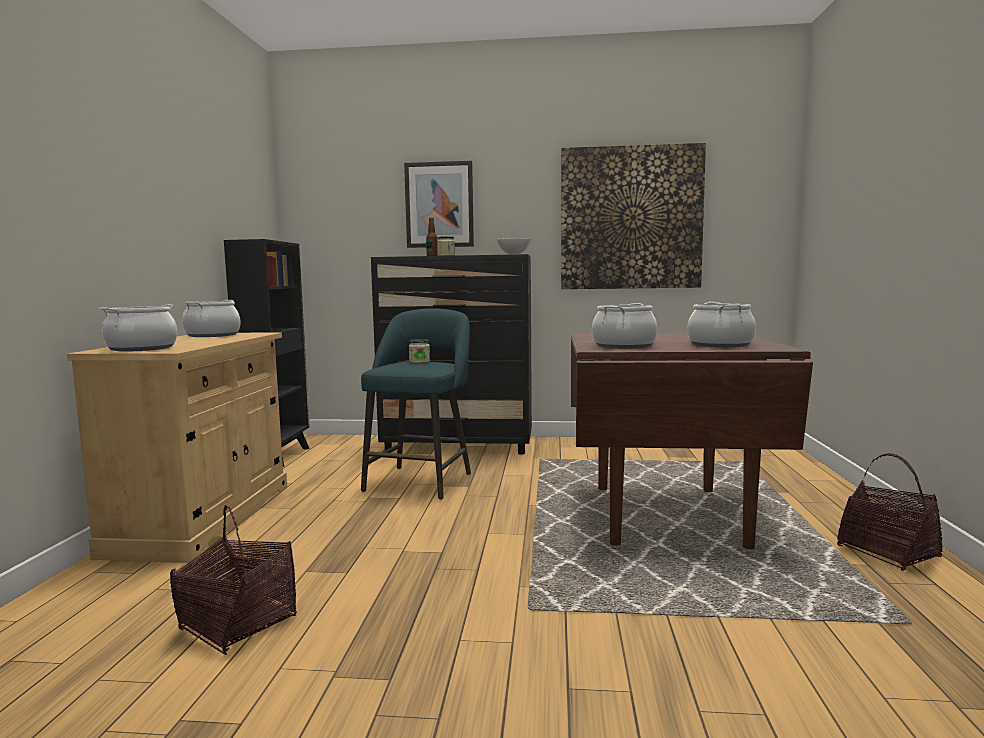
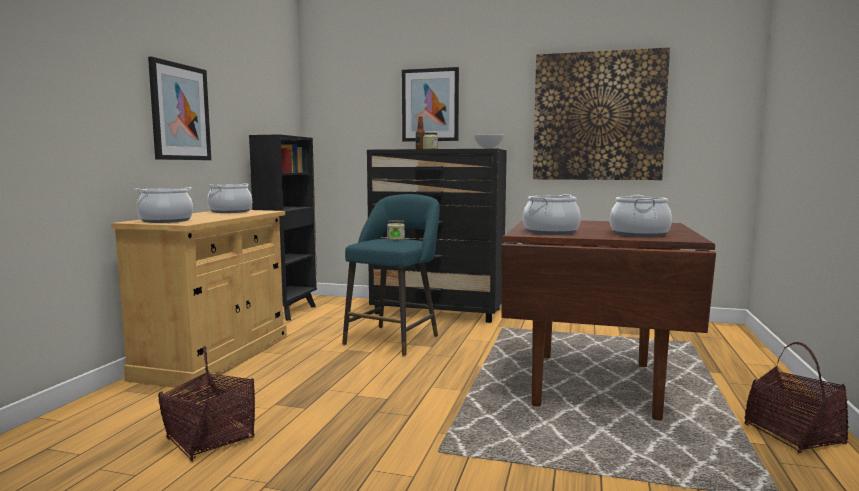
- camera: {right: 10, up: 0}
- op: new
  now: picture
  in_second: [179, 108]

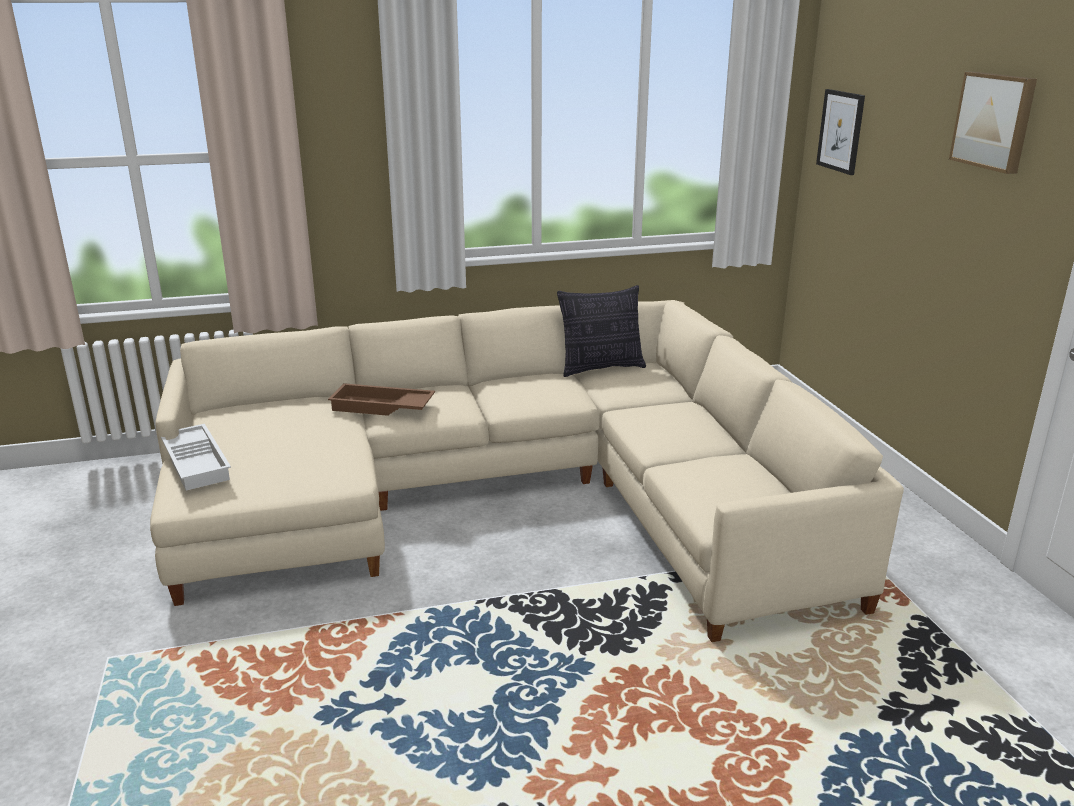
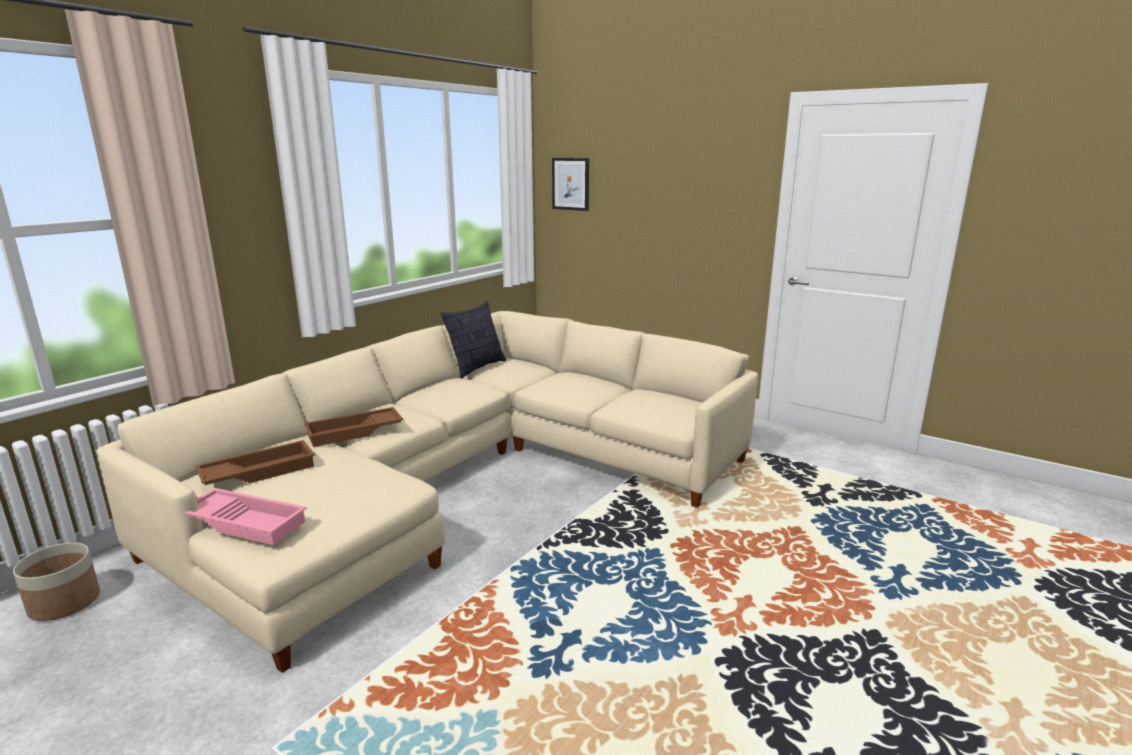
- camera: {right: -40, up: -5}
- op: gone
  was: picture
  in_first: [993, 123]
- op: repainted
  was: tray (white)
  now: tray (pink)
  in_first: [196, 457]
  in_second: [245, 516]
- op: new
  now: tray (brown)
  in_second: [255, 462]
- op: new
  now: planter
  in_second: [56, 581]

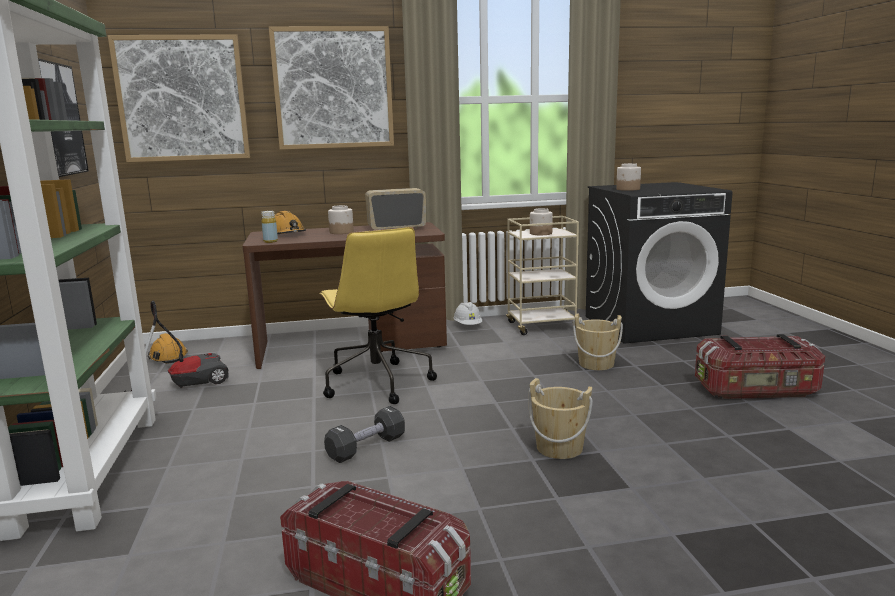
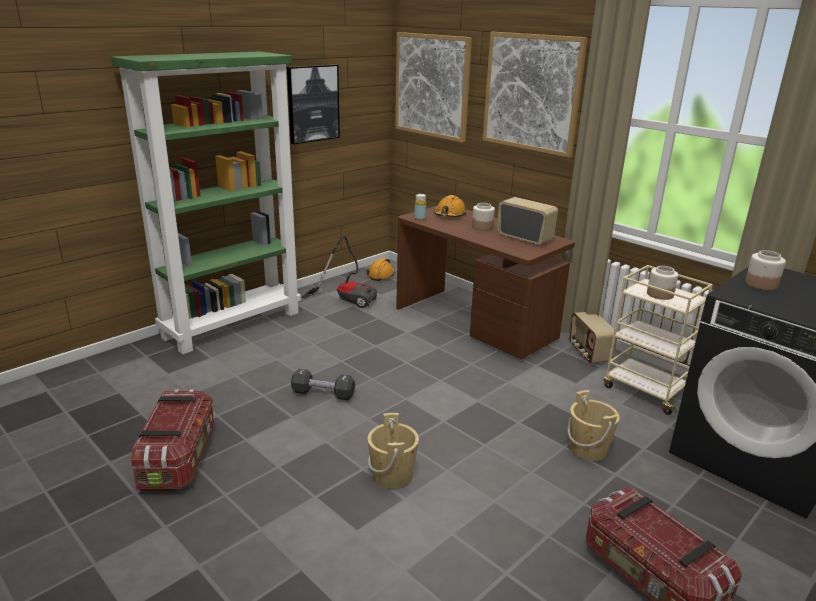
- camera: {right: 55, up: 10}
- op: gone
  was: office chair (yellow)
  in_first: [378, 315]
- op: swapped
  was: hard hat (white)
  now: radio
  in_first: [468, 313]
  in_second: [593, 337]

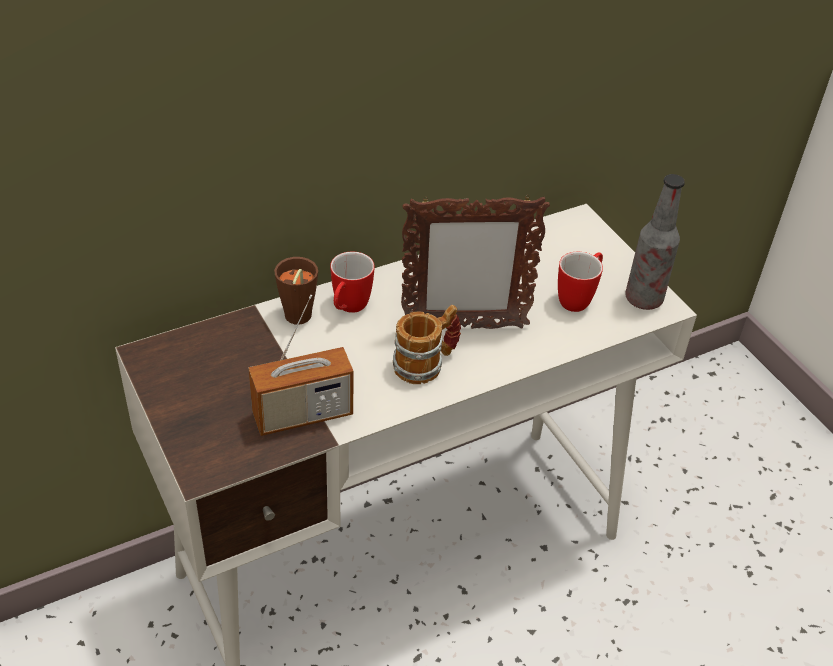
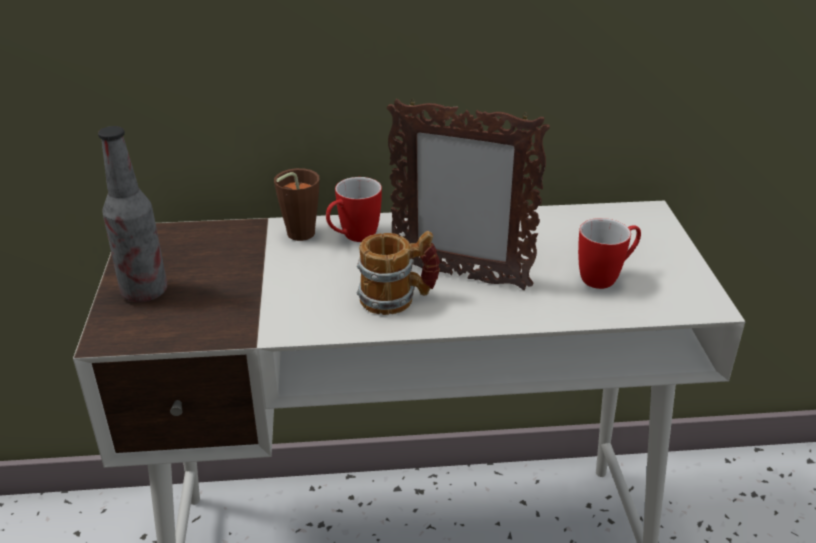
- camera: {right: 25, up: -10}
- op: shifted
  was: bottle
  in_first: [655, 242]
  in_second: [133, 214]
- op: gone
  was: radio
  in_first: [300, 365]

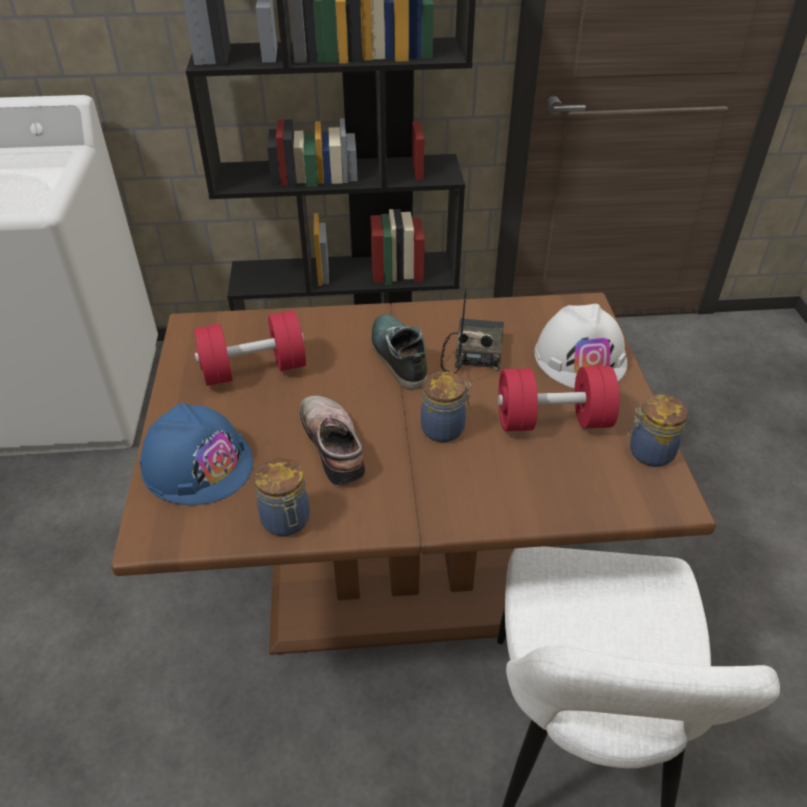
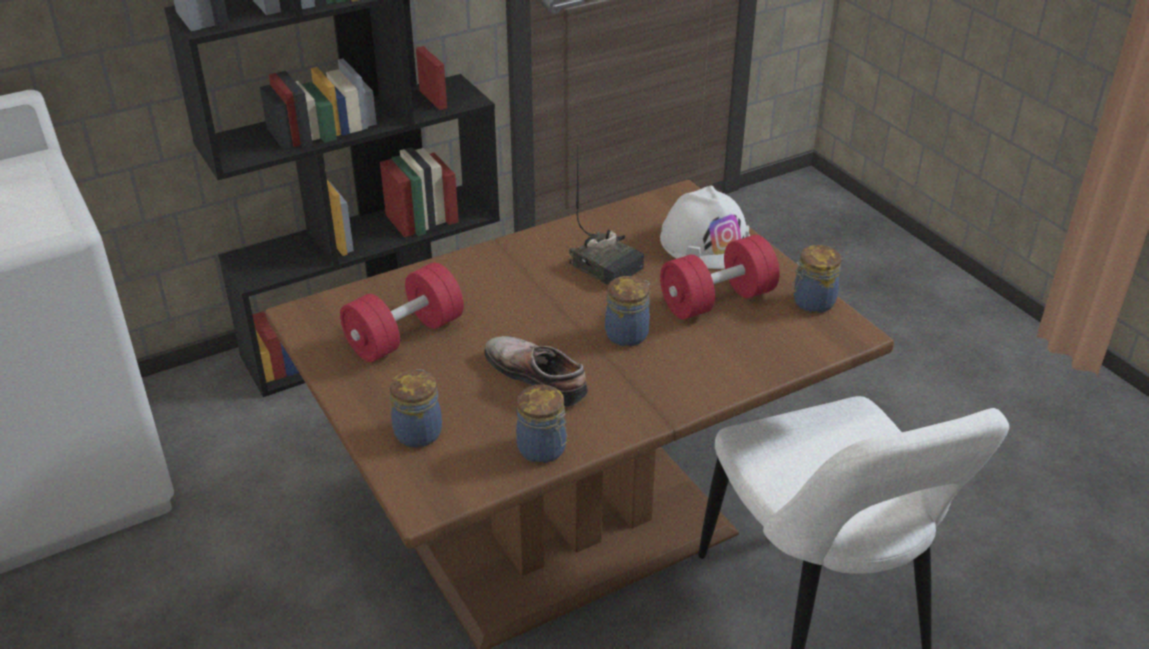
- camera: {right: -25, up: -5}
- op: rotated
  was: radio
  in_first: [472, 331]
  in_second: [606, 215]
  clockwise: 150
- op: gone
  was: shoe
  in_first: [399, 352]
- op: swapped
  was: hard hat (blue)
  now: jar
  in_first: [196, 454]
  in_second: [416, 408]

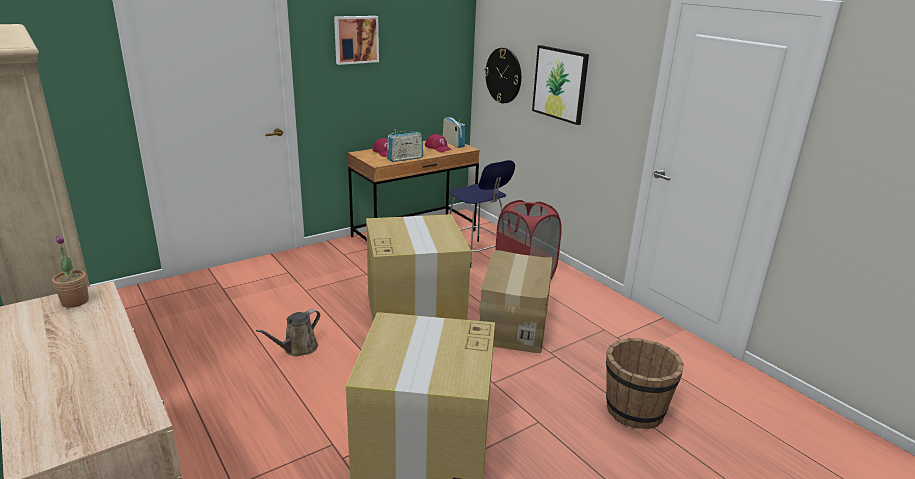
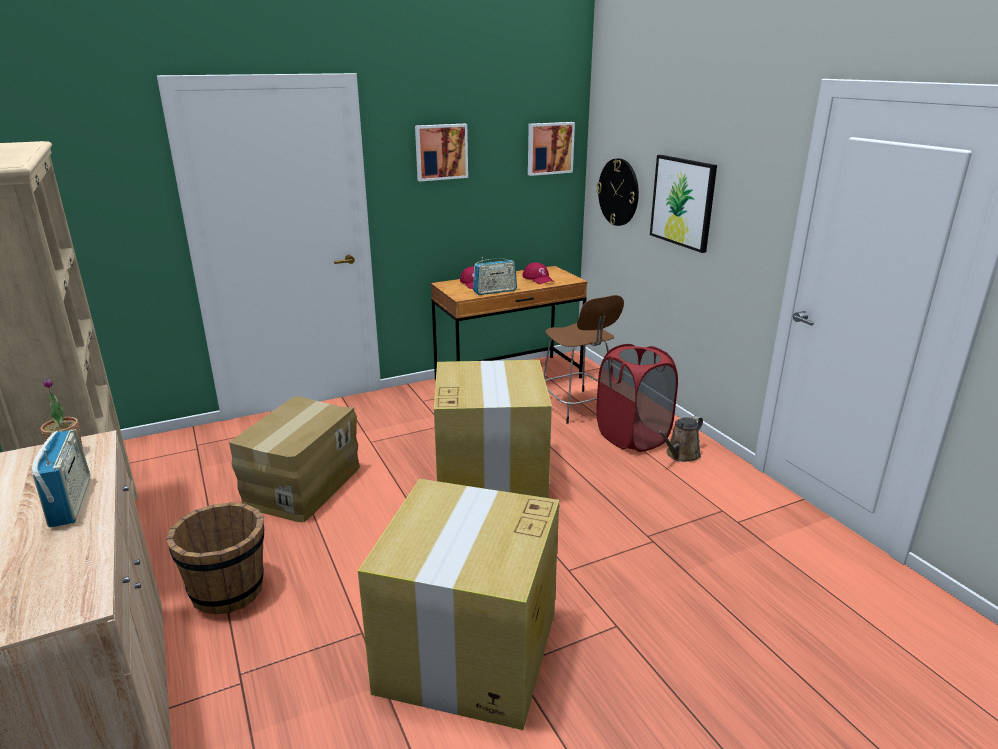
- camera: {right: 10, up: 0}
- op: shifted
  was: radio
  in_first: [454, 132]
  in_second: [61, 478]
- op: repainted
  was: stool (blue)
  now: stool (brown)
  in_first: [482, 214]
  in_second: [584, 359]
- op: shifted
  was: cardboard box
  in_first: [515, 301]
  in_second: [294, 459]
- op: shifted
  was: watering can (brown)
  in_first: [288, 332]
  in_second: [680, 439]
- op: shifted
  was: bucket (brown)
  in_first: [645, 383]
  in_second: [215, 558]
- op: new
  now: picture
  in_second: [551, 149]

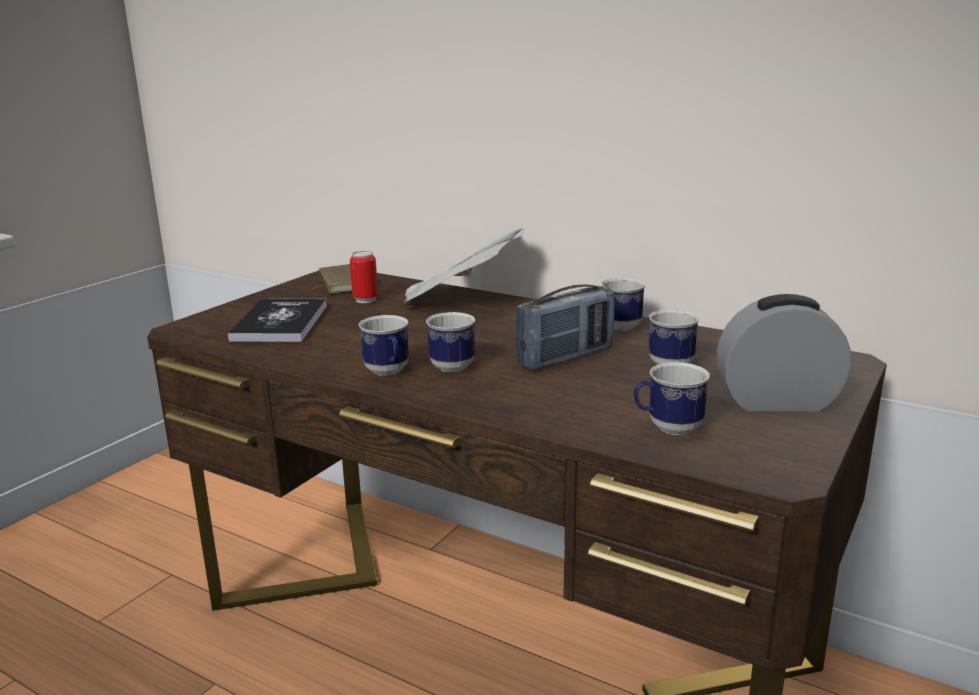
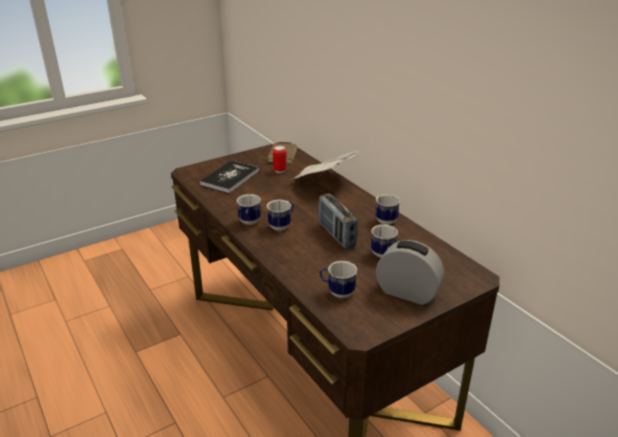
- camera: {right: 25, up: 10}
- op: rotated
  was: radio
  in_first: [564, 327]
  in_second: [338, 221]
  clockwise: 75

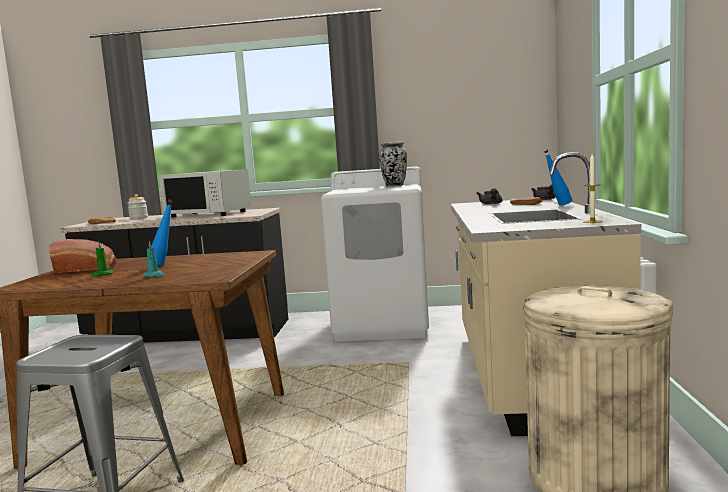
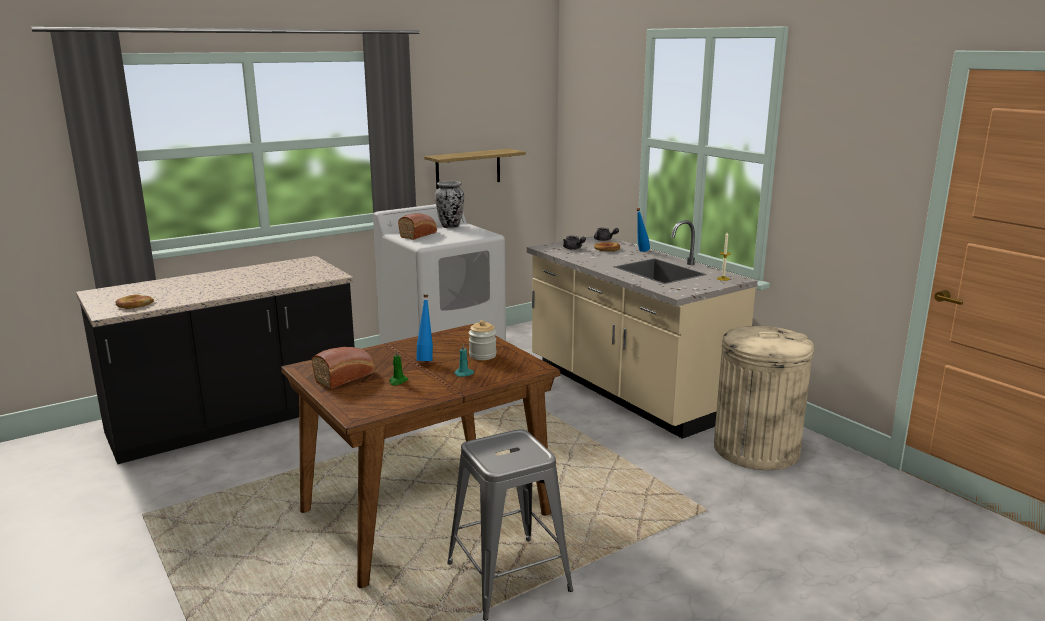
- camera: {right: -40, up: 10}
- op: gone
  was: microwave (white)
  in_first: [205, 193]
- op: shifted
  was: jar
  in_first: [137, 206]
  in_second: [483, 340]
- op: new
  now: shelf
  in_second: [475, 169]
- op: new
  now: bread
  in_second: [417, 226]

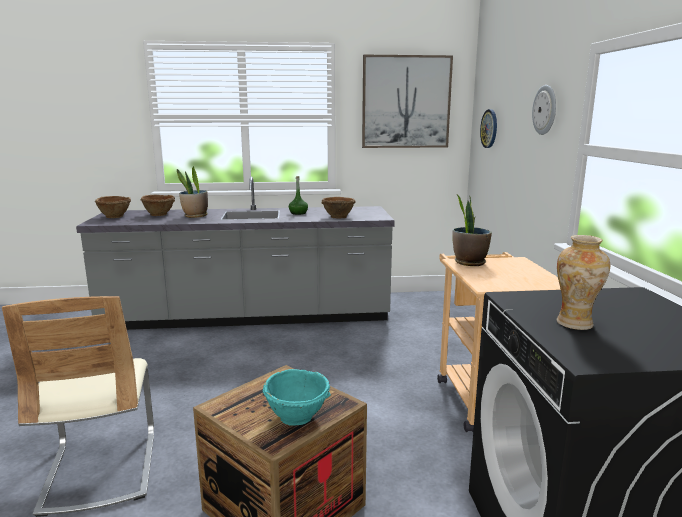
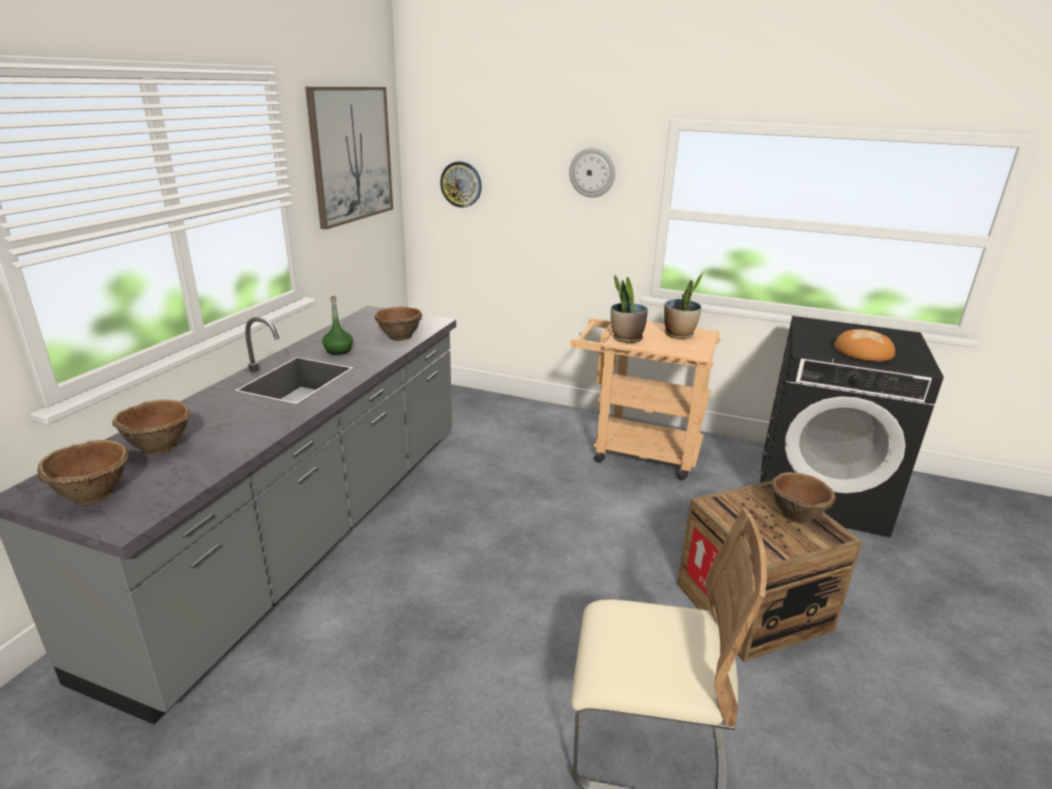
- camera: {right: -65, up: 10}
- op: shifted
  was: potted plant
  in_first: [192, 192]
  in_second: [684, 305]
- op: swapped
  was: vase
  now: bread
  in_first: [583, 282]
  in_second: [864, 345]
- op: repainted
  was: bowl (turquoise)
  now: bowl (brown)
  in_first: [297, 397]
  in_second: [803, 498]

